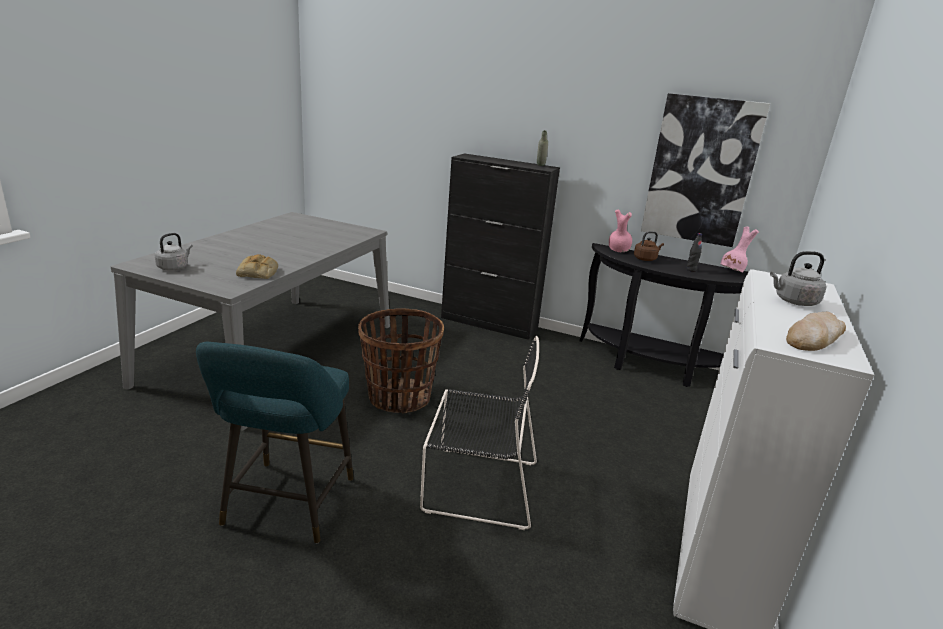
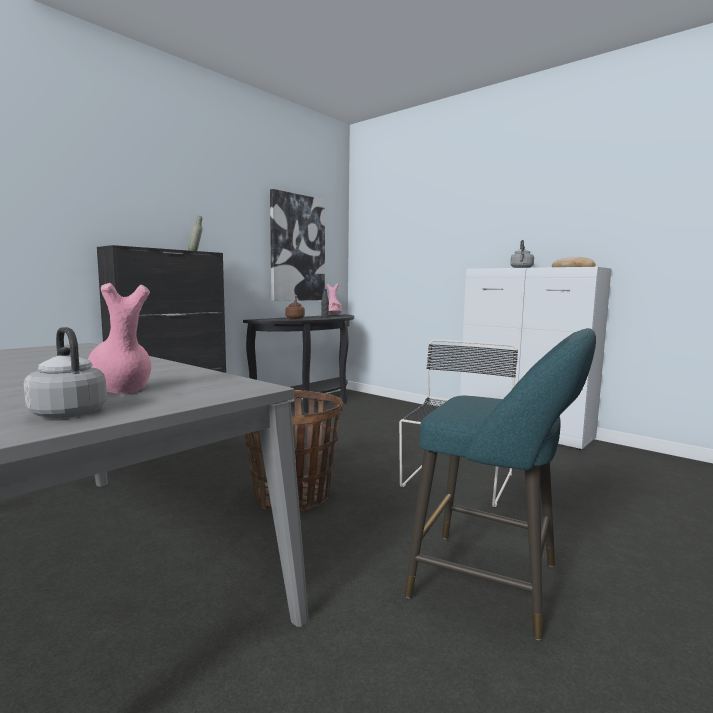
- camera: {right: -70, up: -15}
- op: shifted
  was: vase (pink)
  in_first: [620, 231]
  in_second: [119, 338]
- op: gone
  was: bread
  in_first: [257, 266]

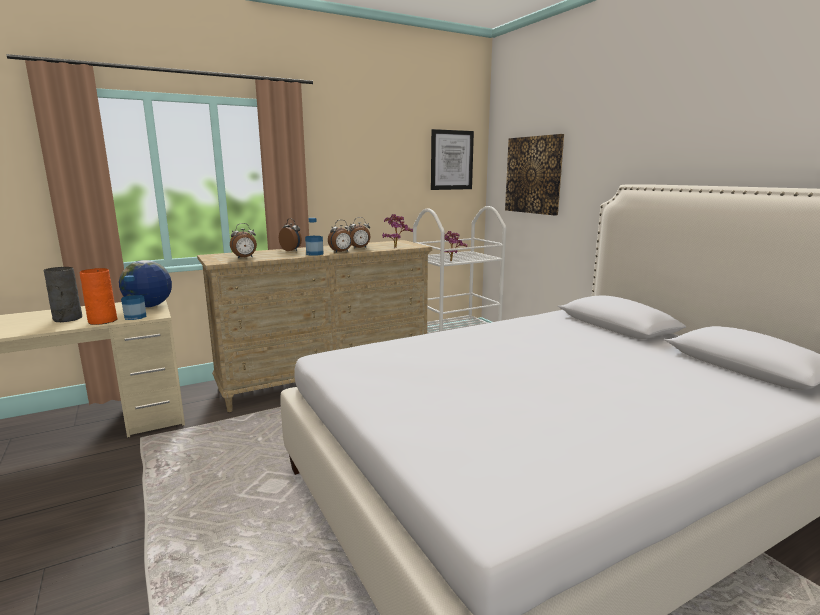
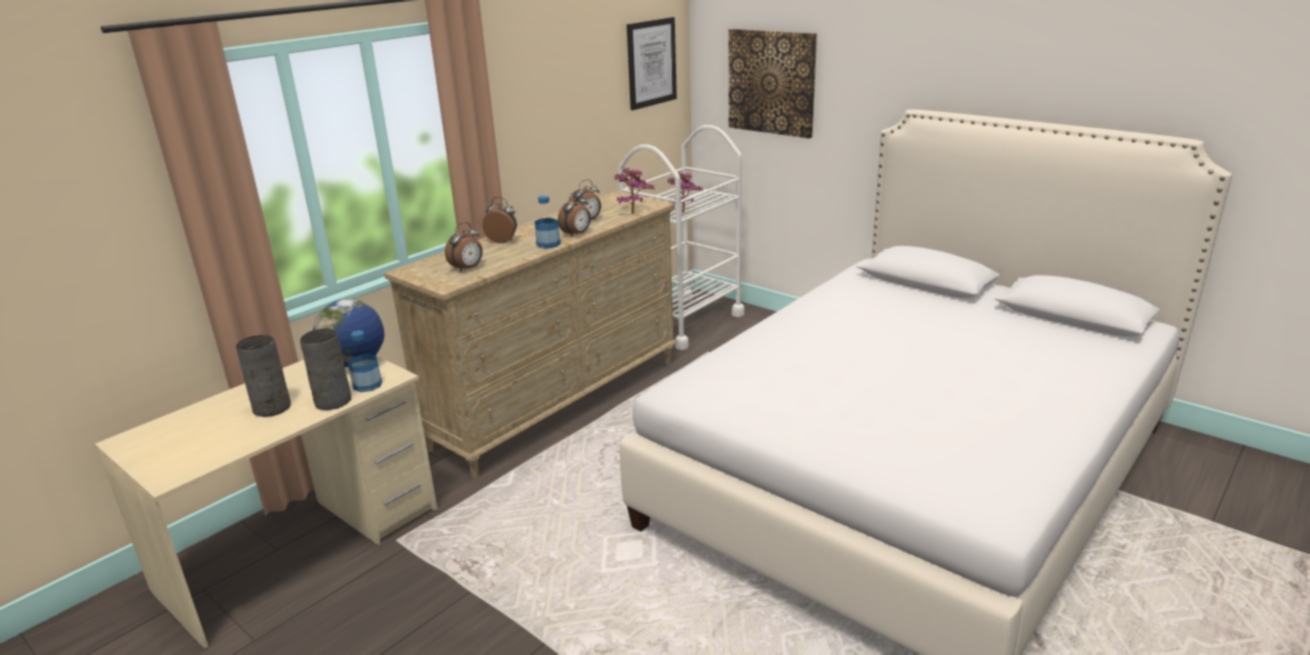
- camera: {right: -20, up: 10}
- op: repainted
  was: vase (orange)
  now: vase (grey)
  in_first: [99, 296]
  in_second: [325, 369]

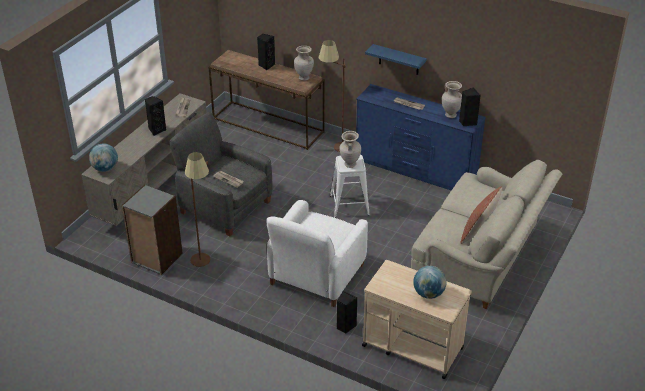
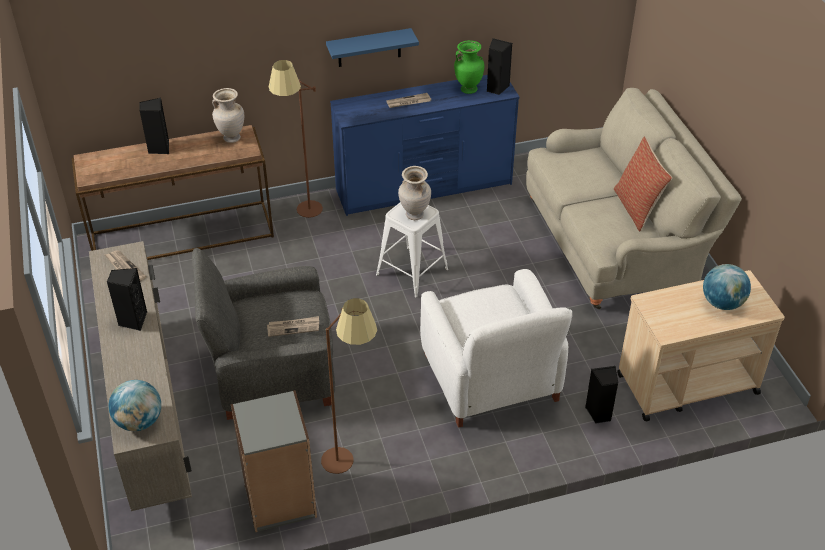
- camera: {right: -45, up: 5}
- op: repainted
  was: vase (beige)
  now: vase (green)
  in_first: [452, 99]
  in_second: [469, 67]

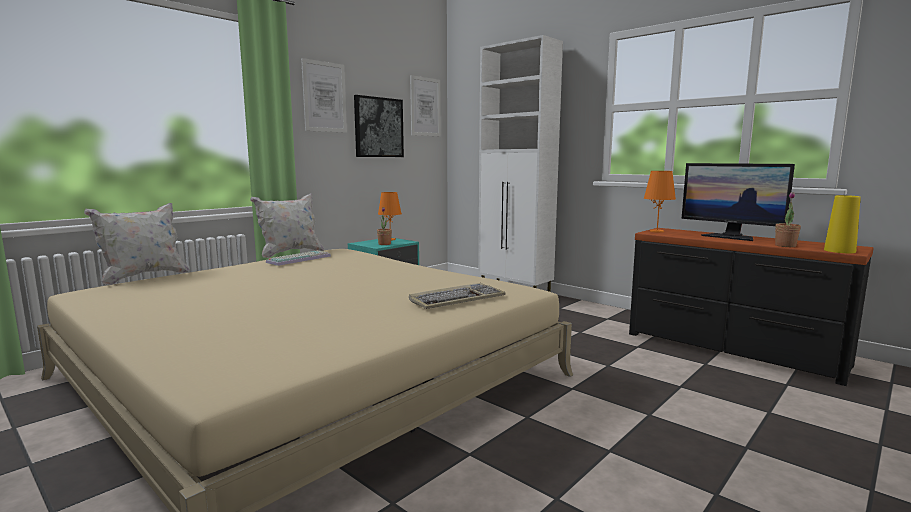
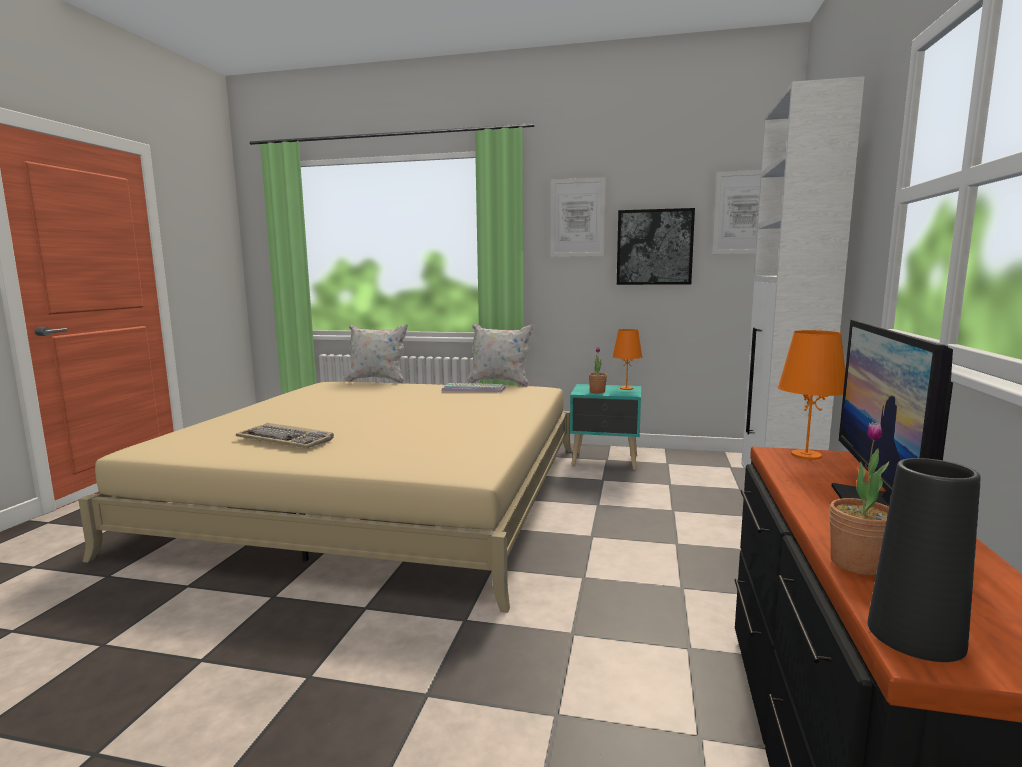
- camera: {right: 60, up: 0}
- op: repainted
  was: vase (yellow)
  now: vase (black)
  in_first: [842, 224]
  in_second: [924, 560]
- op: shifted
  was: keyboard
  in_first: [457, 296]
  in_second: [285, 435]

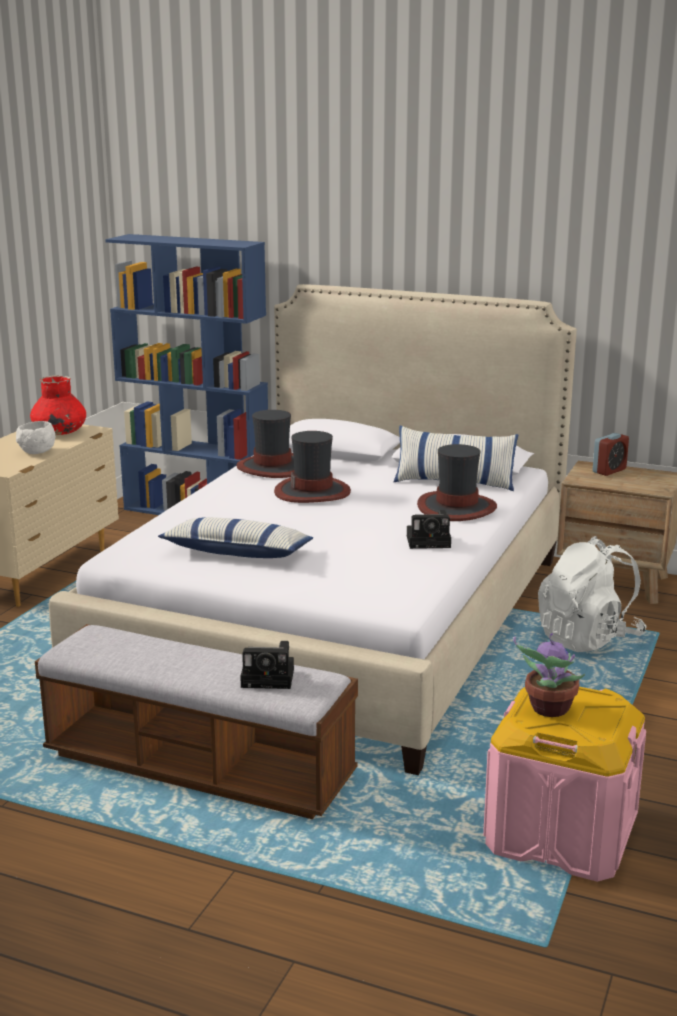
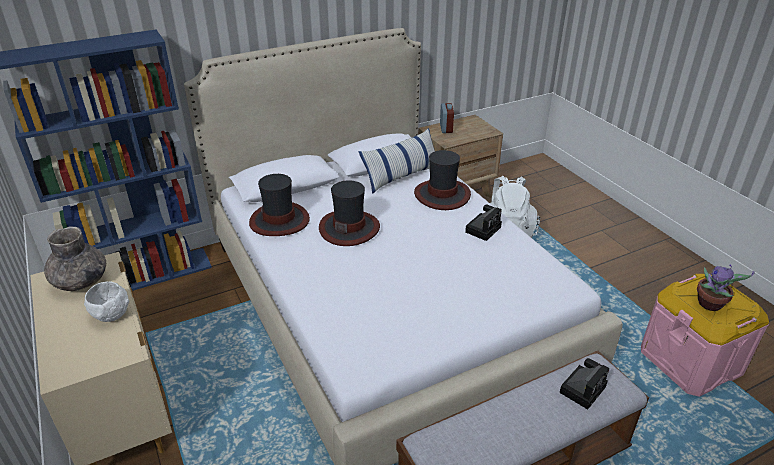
- camera: {right: -50, up: 15}
- op: repainted
  was: vase (red)
  now: vase (grey)
  in_first: [58, 405]
  in_second: [75, 258]
- op: gone
  was: pillow
  in_first: [235, 537]

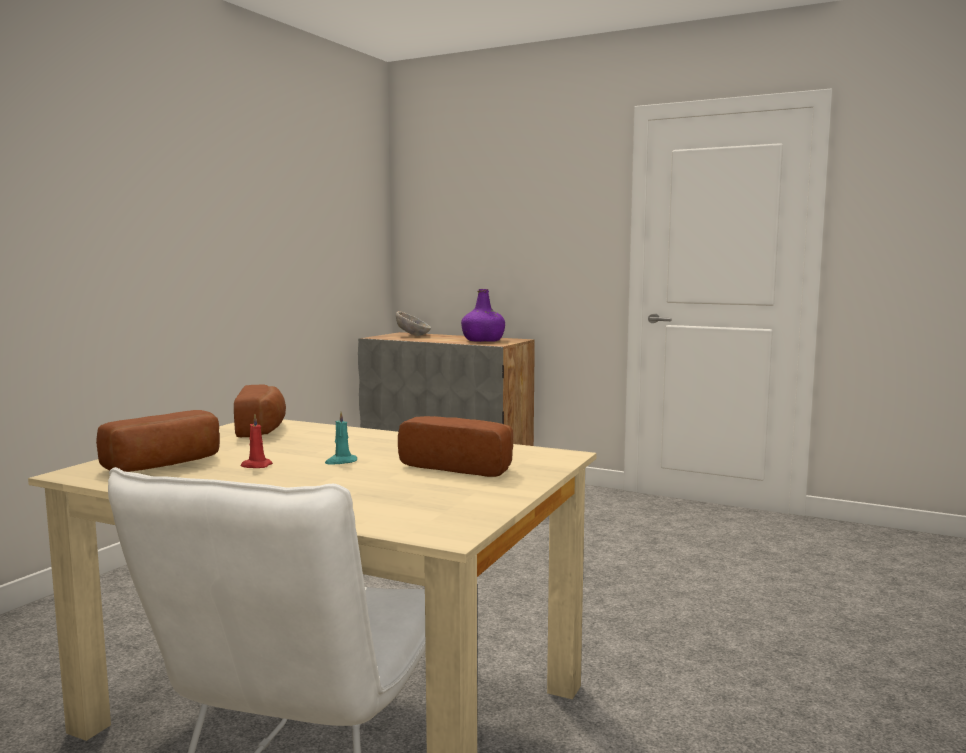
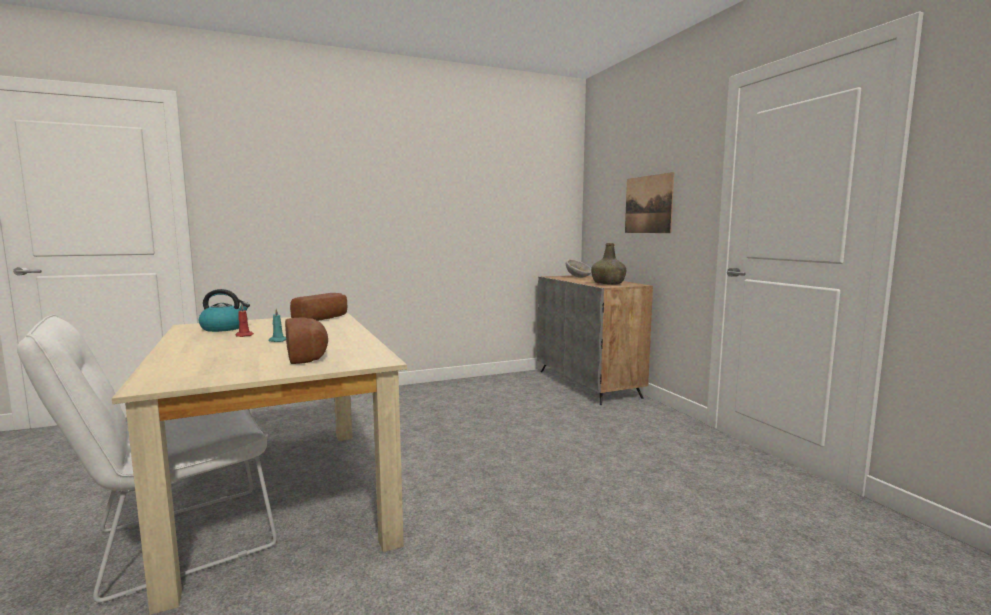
- camera: {right: 40, up: 0}
- op: repainted
  was: bottle (purple)
  now: bottle (green)
  in_first: [483, 315]
  in_second: [608, 263]
- op: swapped
  was: bread
  now: kettle
  in_first: [158, 441]
  in_second: [224, 310]
- op: new
  now: picture
  in_second: [649, 202]

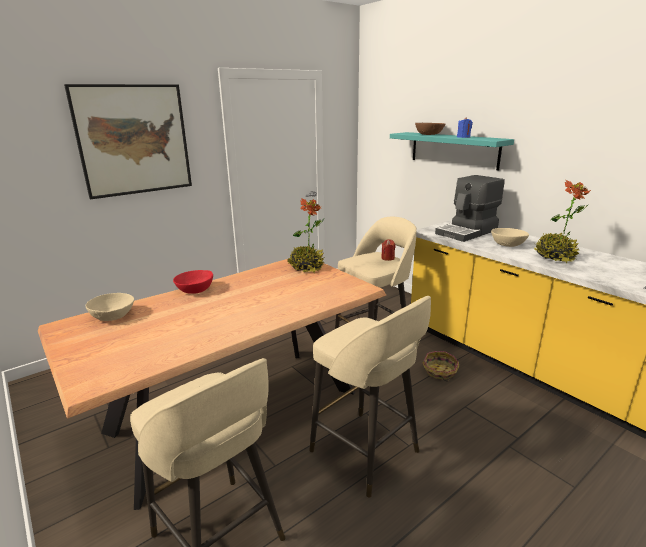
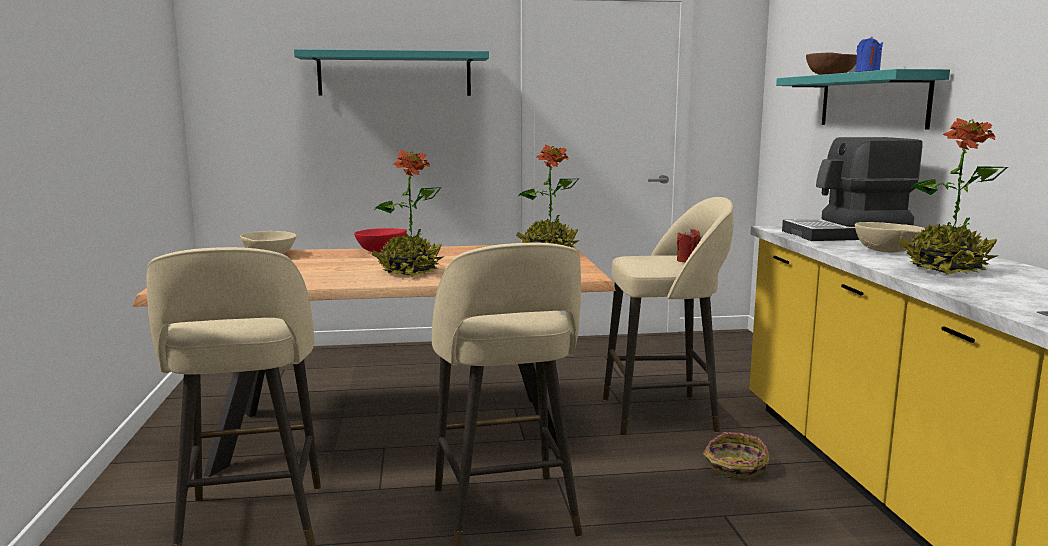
- camera: {right: 30, up: -10}
- op: swapped
  was: picture
  now: shelf (turquoise)
  in_first: [128, 141]
  in_second: [391, 72]
- op: new
  now: potted plant
  in_second: [407, 213]

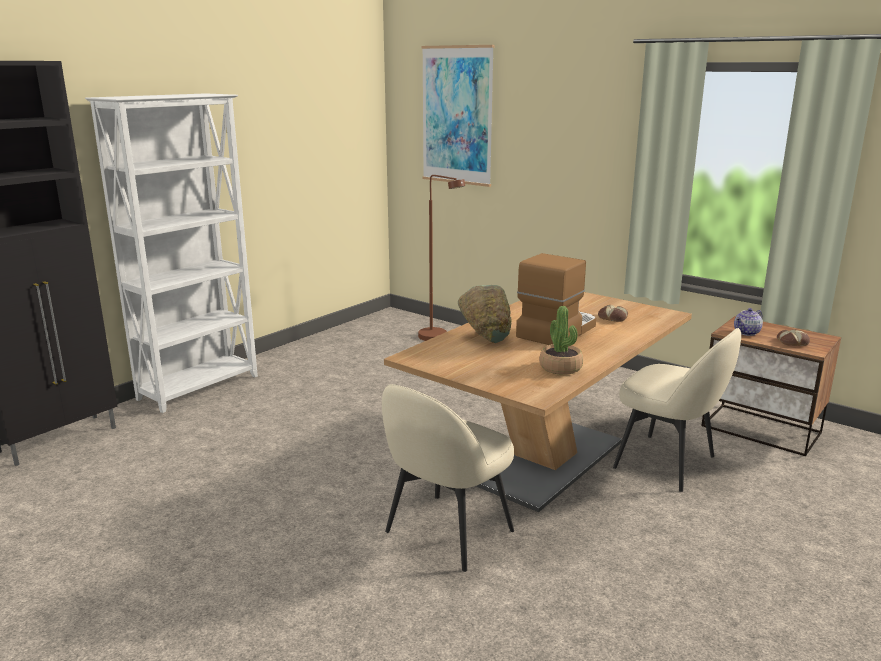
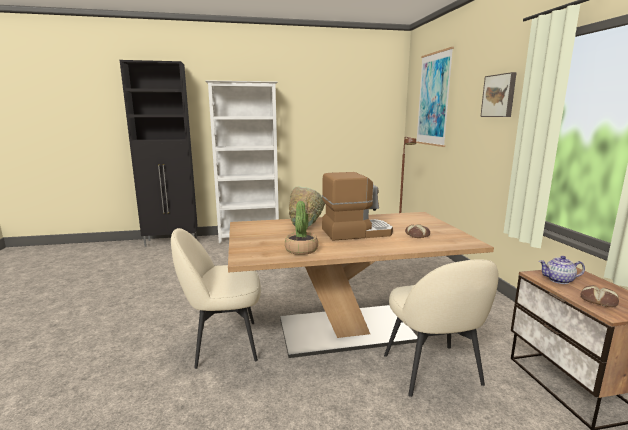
- camera: {right: 40, up: -5}
- op: new
  now: picture
  in_second: [498, 94]

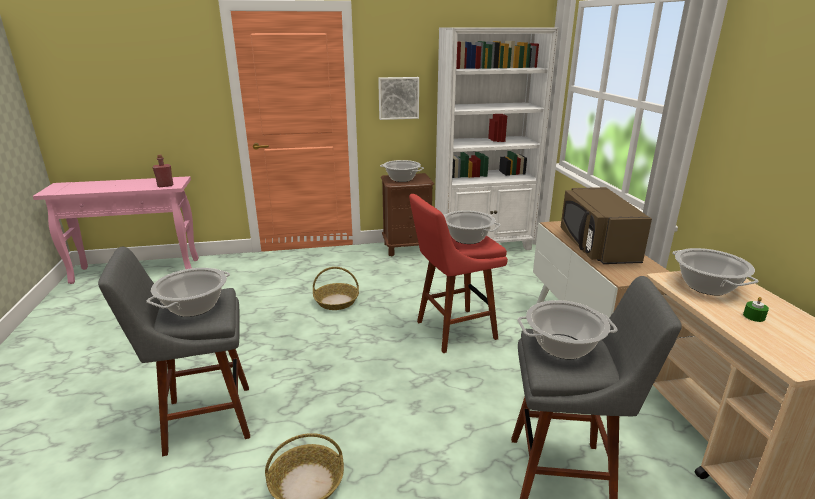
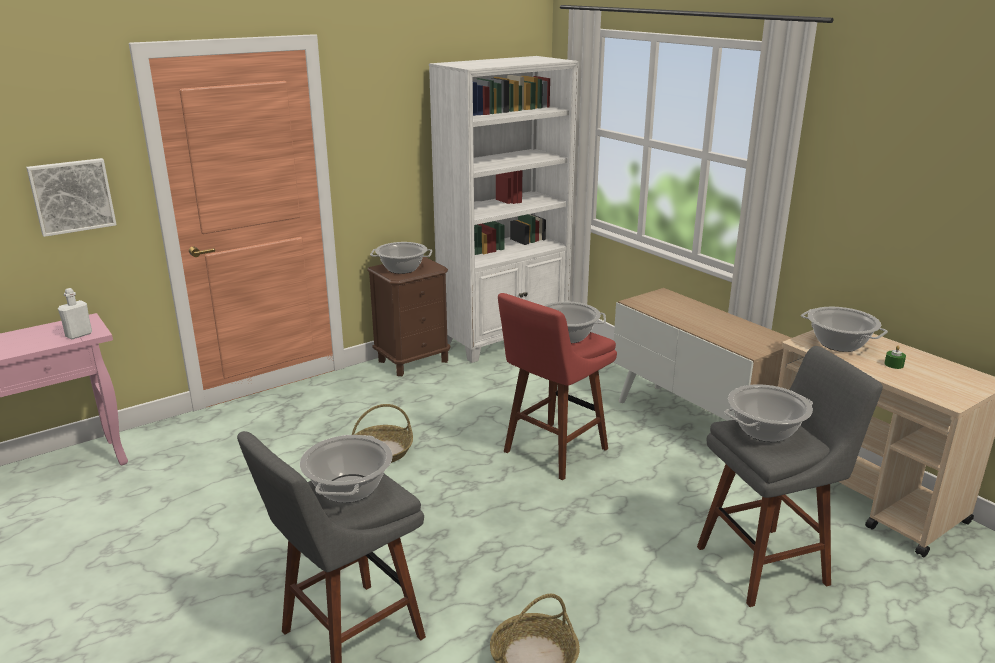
- camera: {right: -25, up: 0}
- op: shifted
  was: picture
  in_first: [398, 98]
  in_second: [71, 197]
- op: repainted
  was: bottle (red)
  now: bottle (white)
  in_first: [163, 171]
  in_second: [75, 313]
- op: gone
  was: microwave (brown)
  in_first: [606, 225]

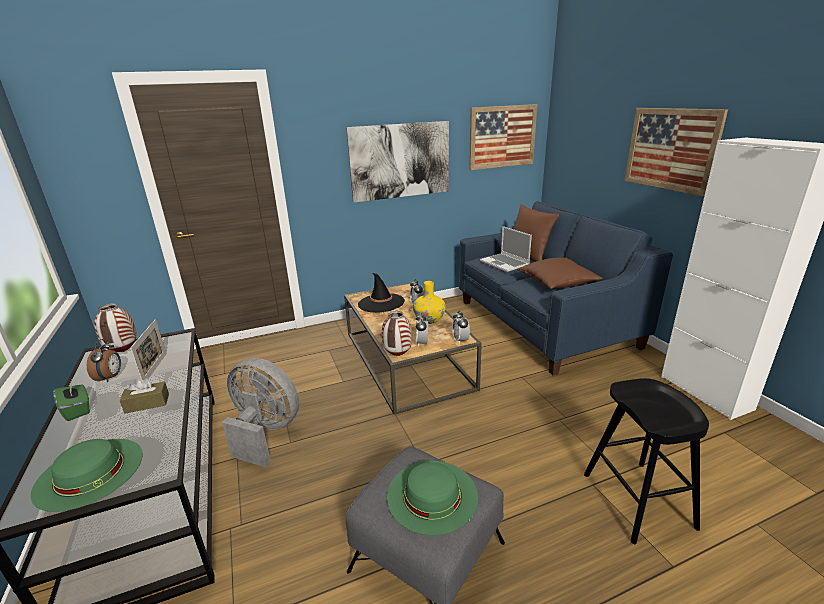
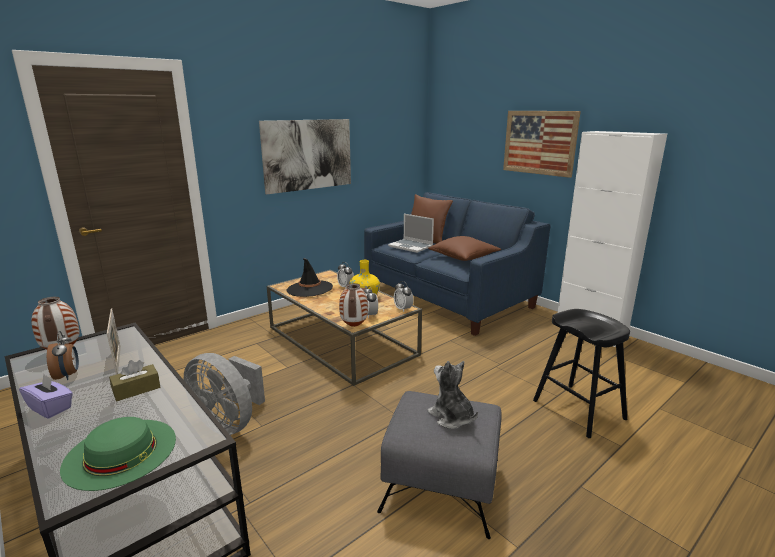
- camera: {right: -20, up: -5}
- op: gone
  was: picture
  in_first: [503, 137]
- op: rotated
  was: fan (grey)
  in_first: [260, 412]
  in_second: [224, 394]
  clockwise: -150
- op: repainted
  was: tissue box (green)
  now: tissue box (purple)
  in_first: [71, 402]
  in_second: [46, 396]
- op: swapped
  was: hat (green)
  now: plush toy
  in_first: [432, 498]
  in_second: [452, 395]

